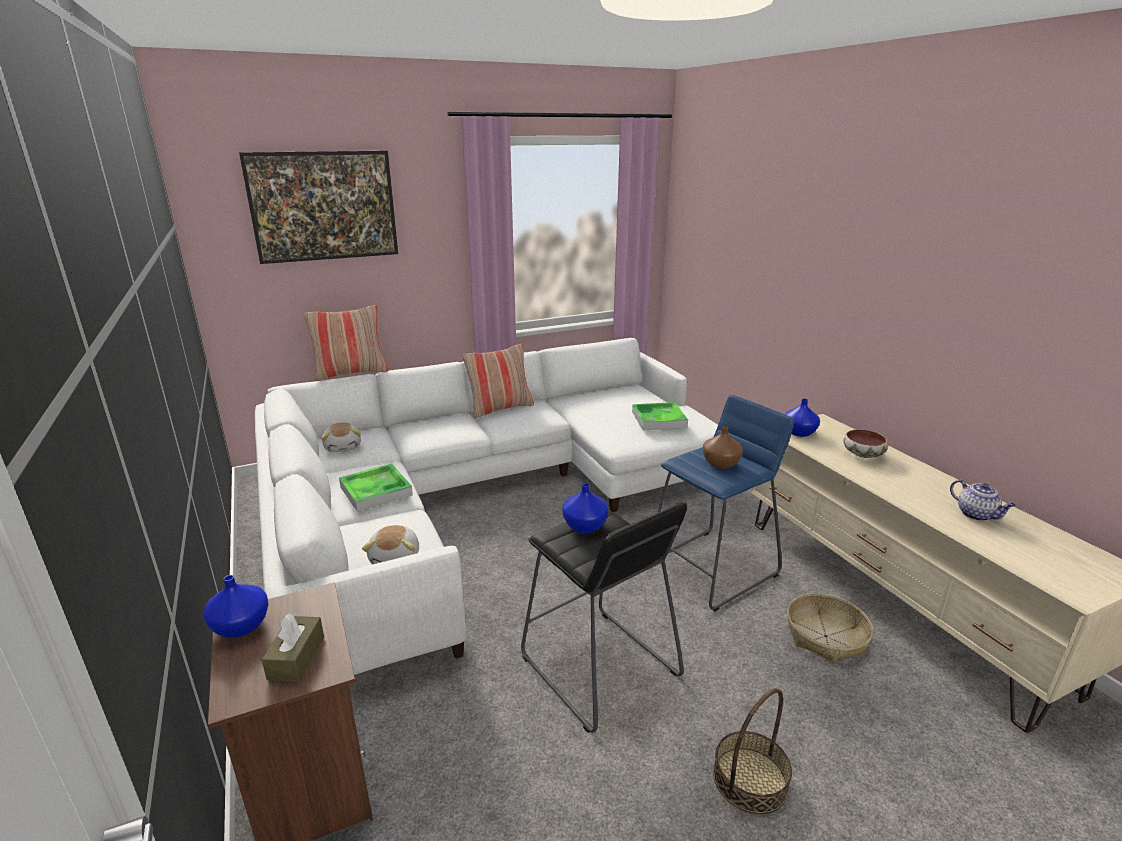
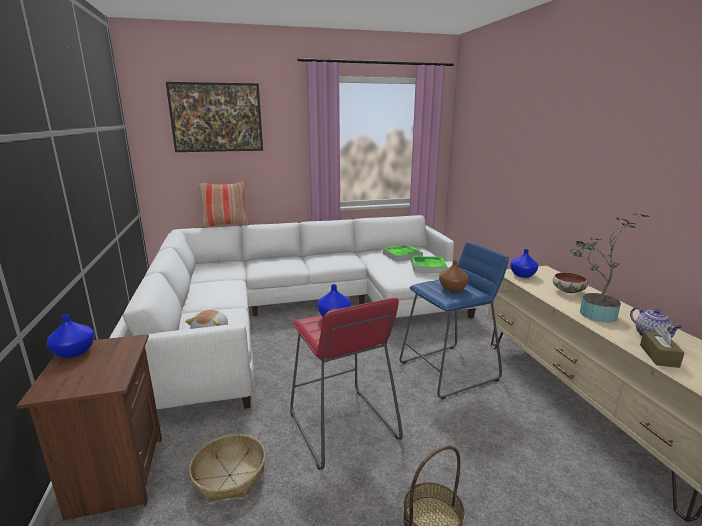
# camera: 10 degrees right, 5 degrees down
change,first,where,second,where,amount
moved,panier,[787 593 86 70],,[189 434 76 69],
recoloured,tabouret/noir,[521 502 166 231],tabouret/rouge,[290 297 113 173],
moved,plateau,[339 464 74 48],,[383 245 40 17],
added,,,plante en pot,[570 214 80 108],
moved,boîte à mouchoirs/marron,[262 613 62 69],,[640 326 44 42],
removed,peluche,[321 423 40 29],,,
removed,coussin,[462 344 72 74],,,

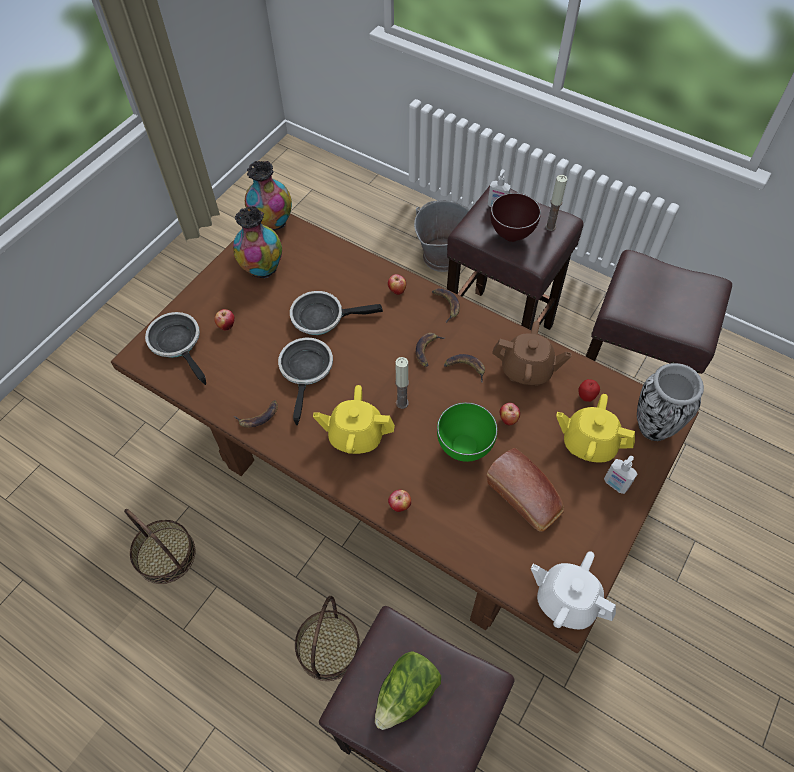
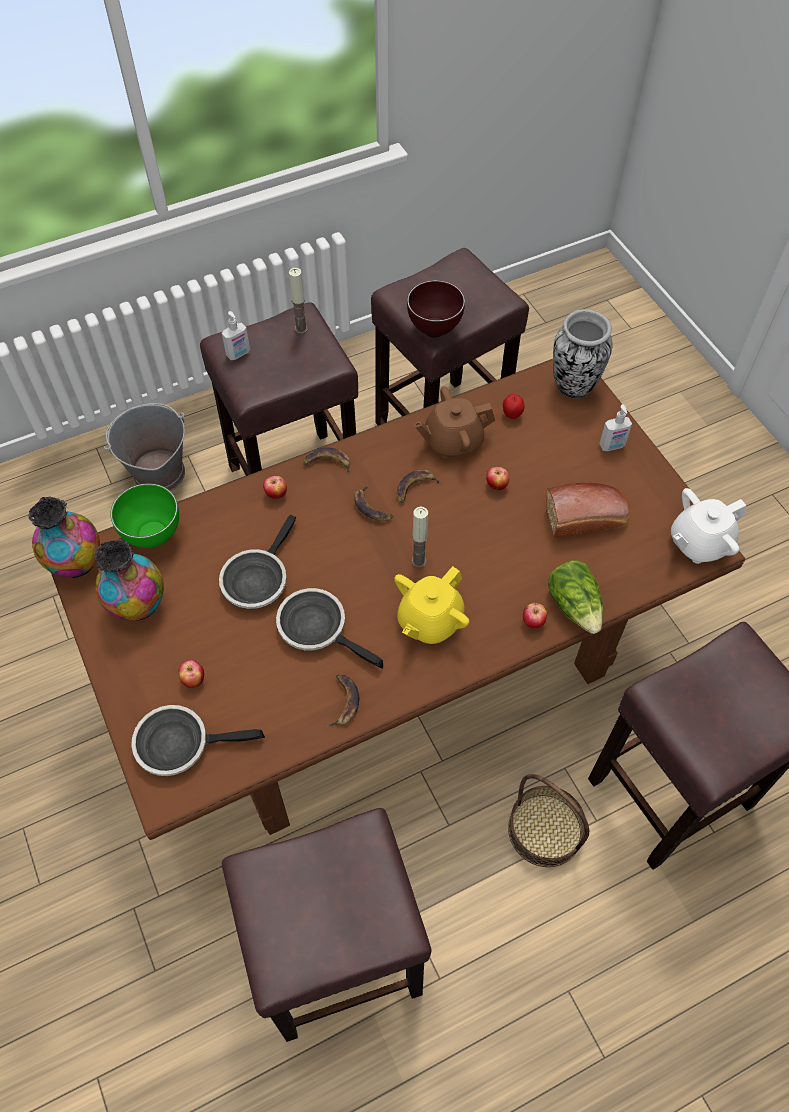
# camera: 60 degrees left, 0 degrees up
change,first,where,second,where,amount
moved,bol/vert,[437 402 61 60],,[110 483 69 65],
replaced,panier,[124 509 71 75],tabouret/marron,[222 808 210 234],
moved,bol/marron,[490 193 51 49],,[407 280 58 58],
turned,théière/marron,[492 321 80 65],,[414 386 81 72],150 degrees counterclockwise
moved,laitue,[375 651 66 79],,[548 560 55 74],
removed,théière/jaune,[556 394 79 68],,,

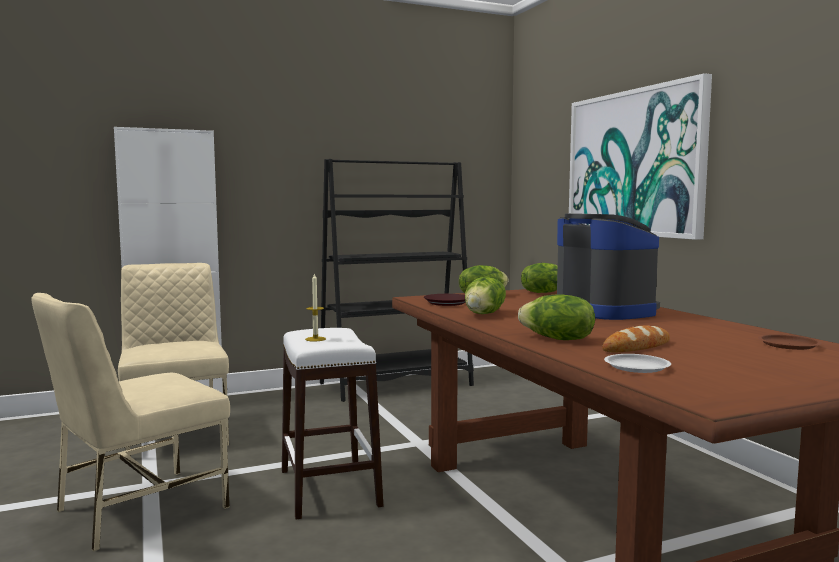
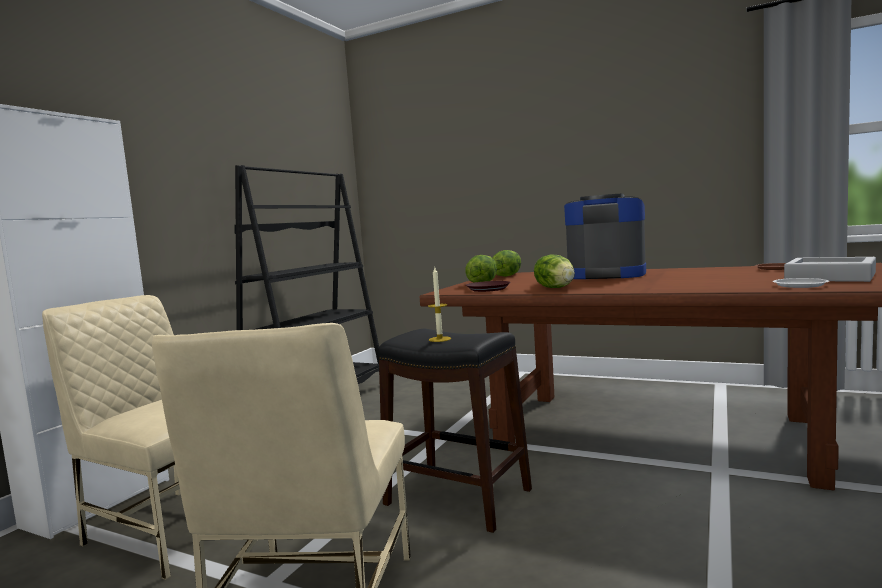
# camera: 40 degrees left, 0 degrees up
change,first,where,second,where,amount
recoloured,tabouret/blanc,[282 328 101 192],tabouret/noir,[379 329 153 204],
added,,,plateau/gris,[784 257 92 25],
removed,laitue,[518 294 77 46],,,
removed,tableau,[569 73 143 167],,,
removed,pain,[602 326 68 26],,,

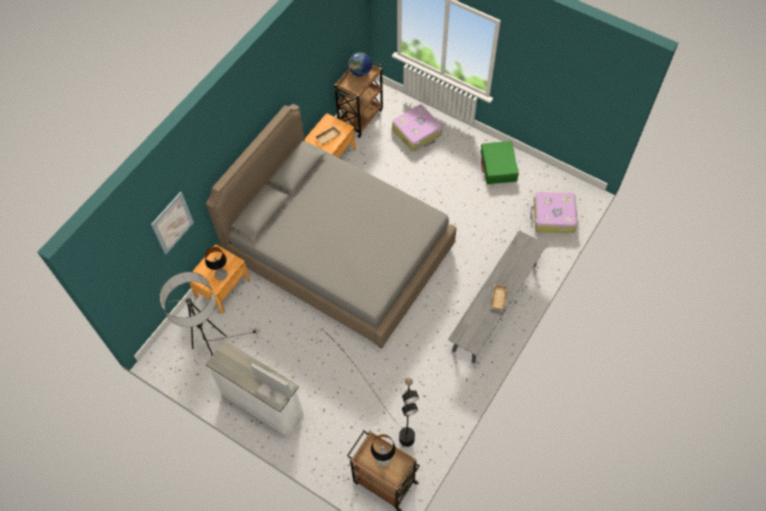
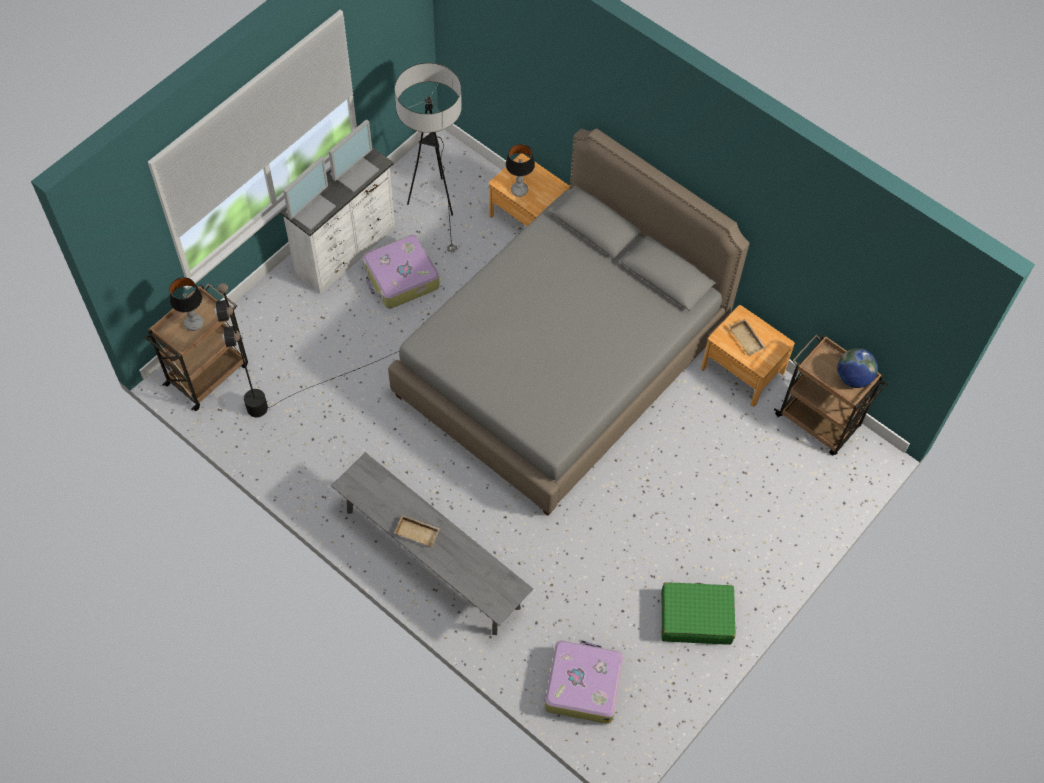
# camera: 95 degrees right, 0 degrees up
change,first,where,second,where,amount
added,,,écran d'ordinateur,[328 119 51 73],
moved,valise,[392 105 50 46],,[363 235 77 74],
removed,tableau,[151 191 43 63],,,

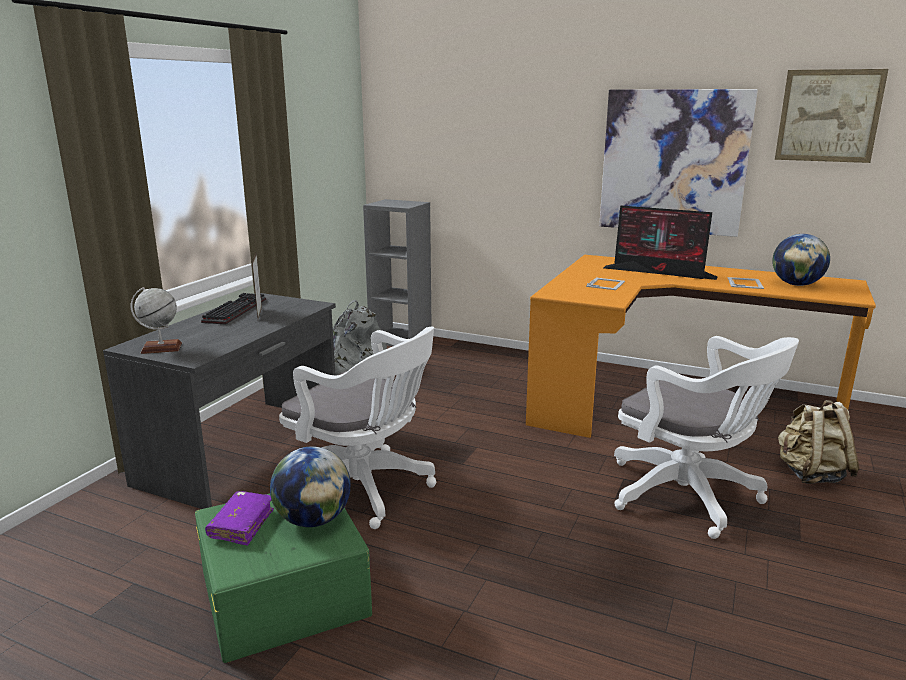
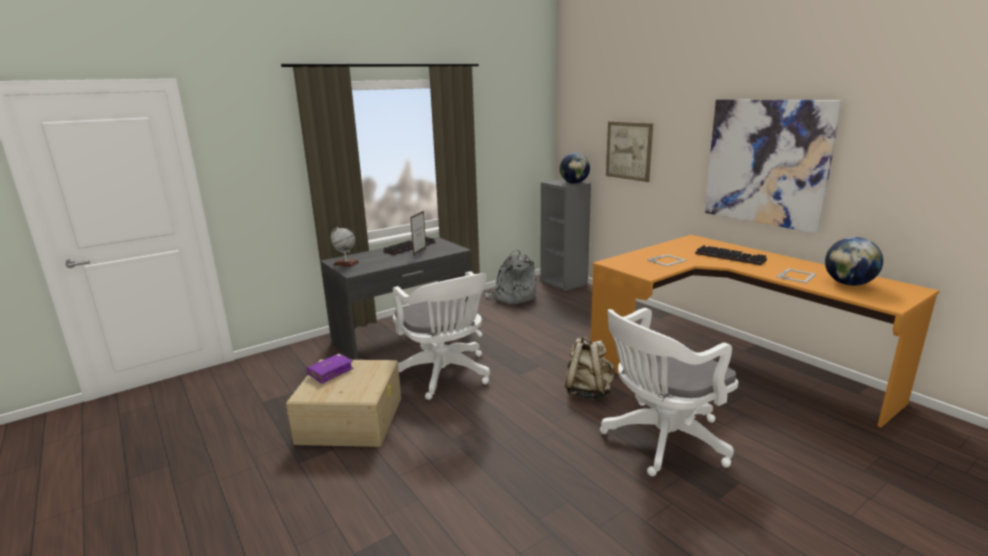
# camera: 30 degrees right, 0 degrees up
change,first,where,second,where,amount
recoloured,boîte de rangement/vert,[195 493 177 170],boîte de rangement/beige,[286 359 115 88],
moved,globe,[270 446 81 81],,[560 153 30 31],
moved,sac à dos/beige,[778 400 82 84],,[565 336 50 63],
turned,chaise de bureau/blanc,[614 336 185 203],,[600 308 138 168],75 degrees clockwise
moved,tableau,[775 69 113 94],,[606 121 47 61],
replaced,écran d'ordinateur,[604 206 113 74],clavier,[695 245 72 20],

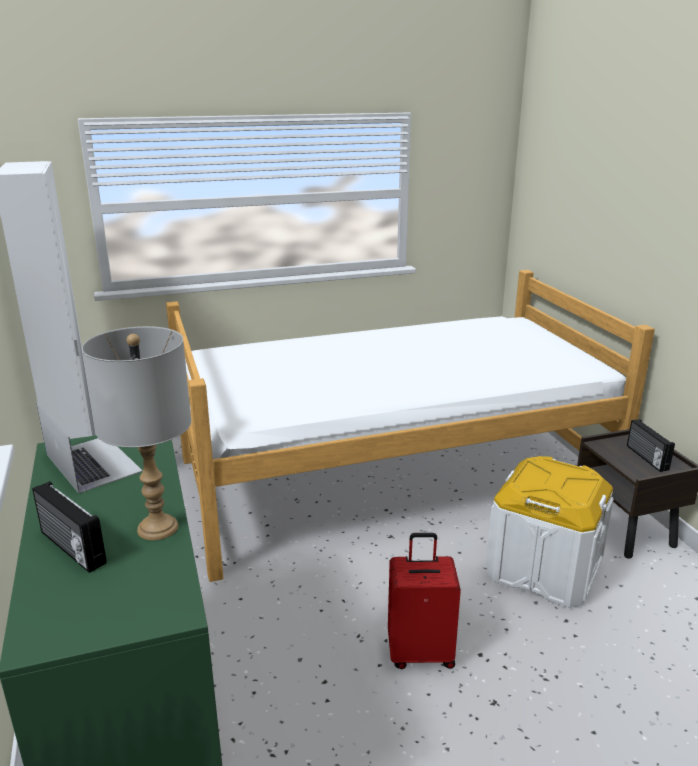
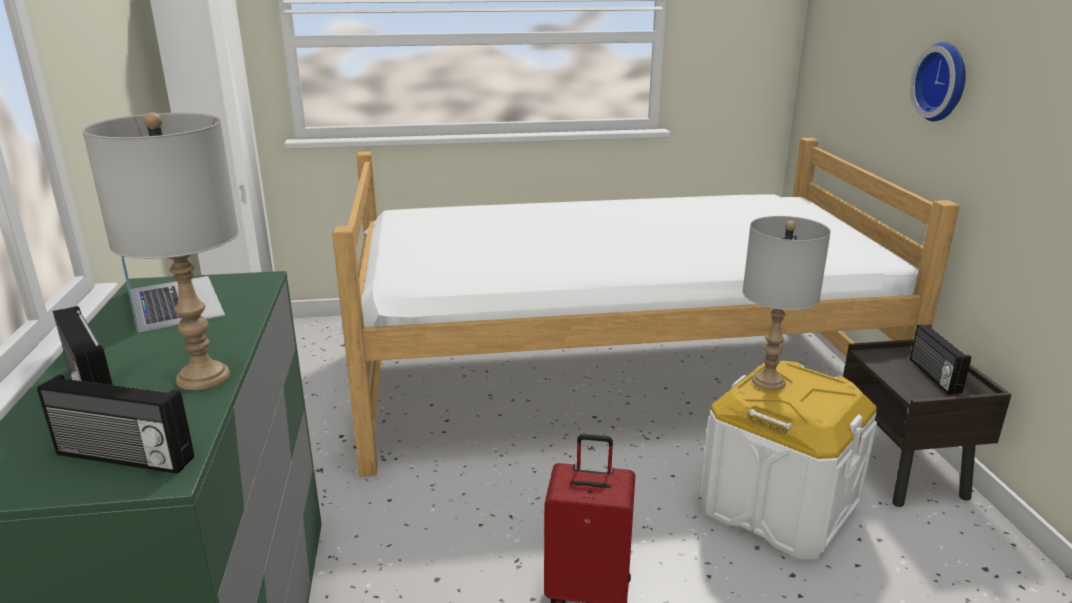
# camera: 10 degrees right, 0 degrees up
change,first,where,second,where,amount
added,,,radio,[37 374 157 100],
added,,,lampe de table/gris,[743 216 88 174],
added,,,horloge murale,[910 42 56 79],

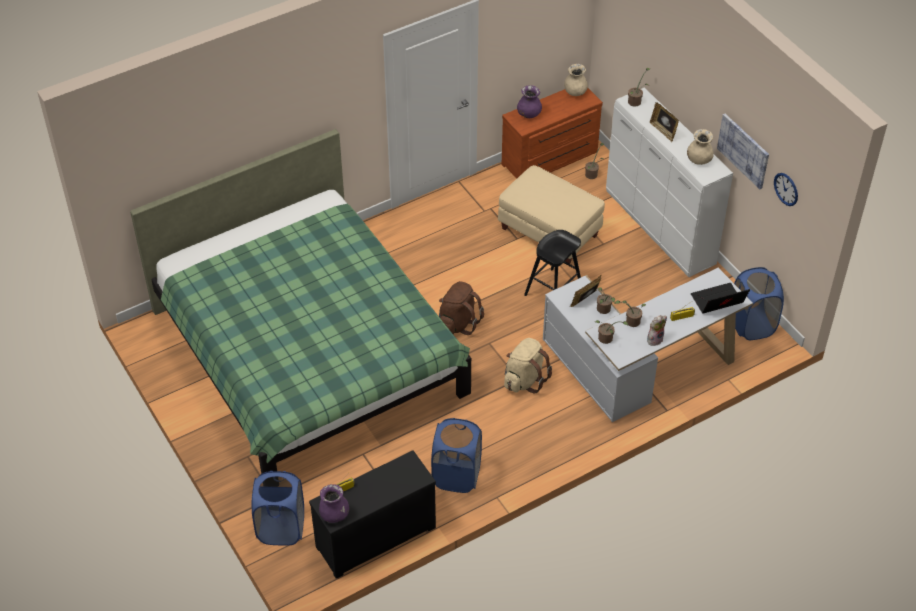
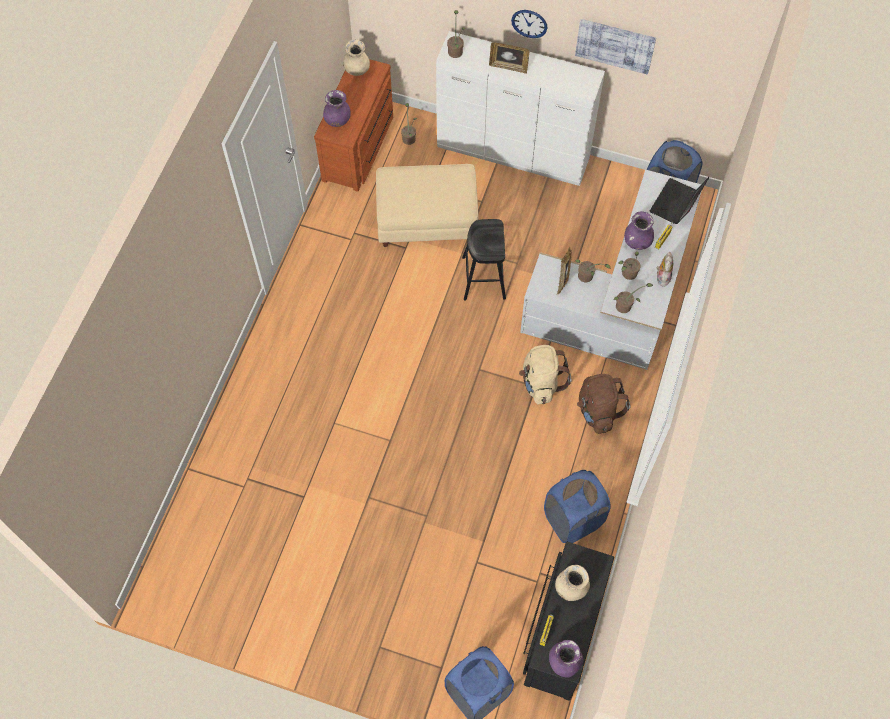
# camera: 40 degrees left, 15 degrees up
change,first,where,second,where,amount
moved,horloge murale,[774 173 24 33],,[511 10 36 28],
moved,vase/beige,[687 129 27 36],,[555 565 35 36],
moved,sac à dos/marron,[439 281 45 54],,[577 374 53 60],
added,,,vase/violet,[624 211 30 39],
removed,lit/vert,[130 129 341 345],,,

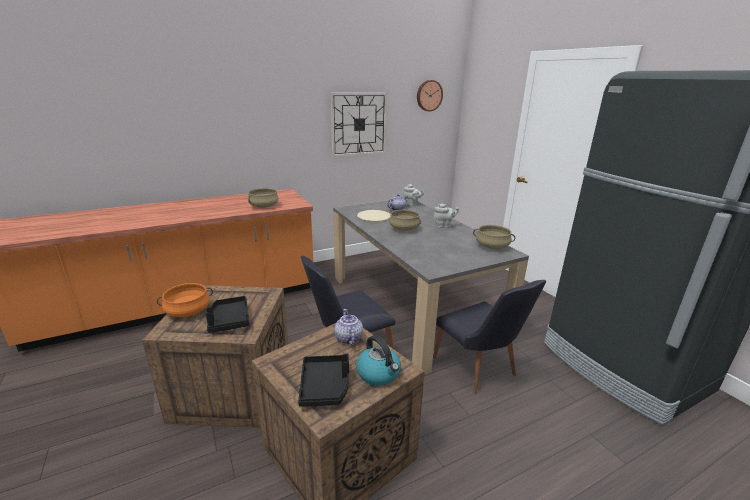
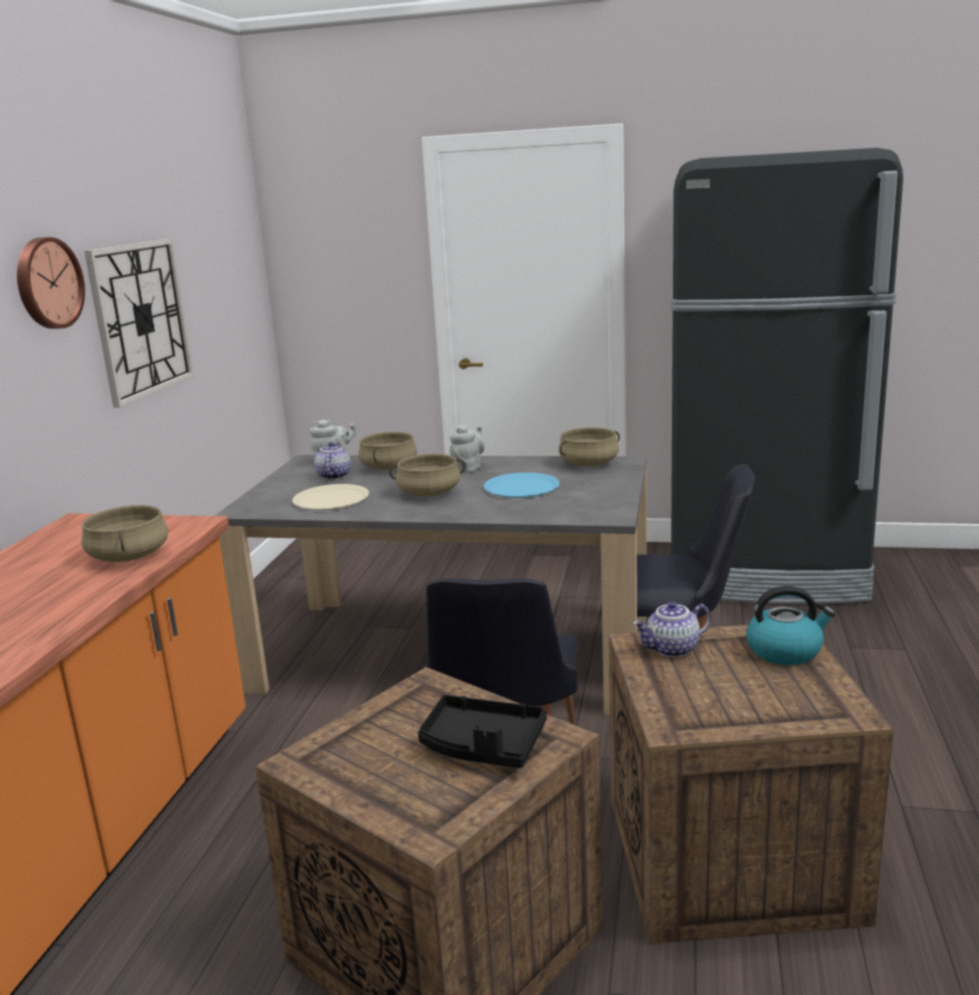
# camera: 50 degrees left, 5 degrees down
change,first,where,second,where,amount
moved,horloge murale,[417 80 26 31],,[17 237 68 92],
added,,,marmite/beige,[358 432 59 38],
added,,,assiette/bleu,[484 472 76 26],
turned,théière,[335 309 28 36],,[633 602 78 56],45 degrees counterclockwise
removed,marmite/orange,[157 283 56 34],,,
removed,plateau/noir,[298 354 51 53],,,

